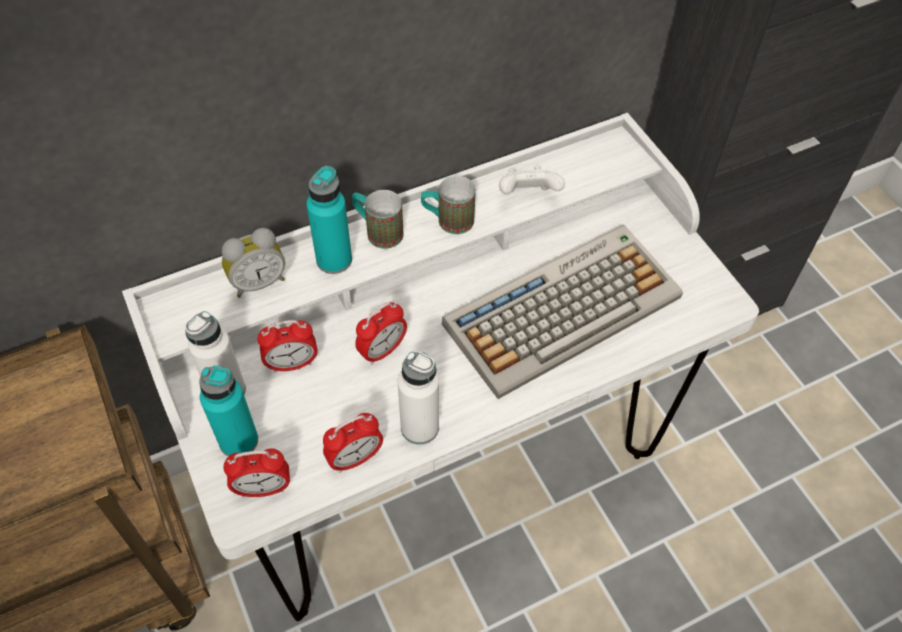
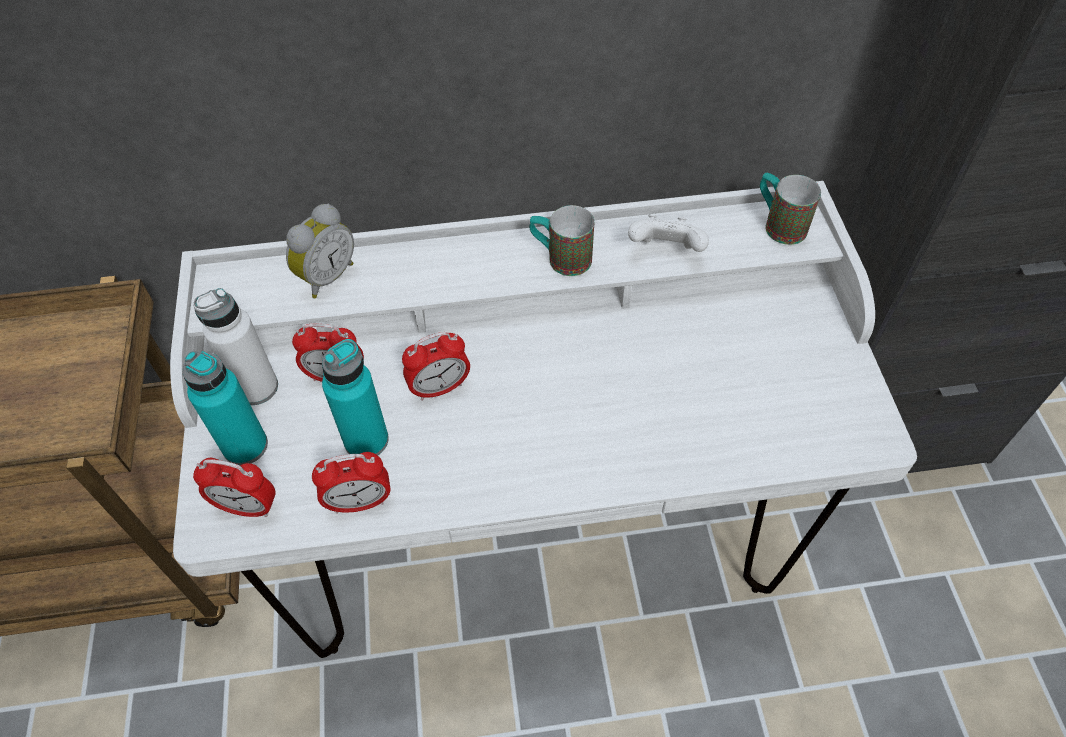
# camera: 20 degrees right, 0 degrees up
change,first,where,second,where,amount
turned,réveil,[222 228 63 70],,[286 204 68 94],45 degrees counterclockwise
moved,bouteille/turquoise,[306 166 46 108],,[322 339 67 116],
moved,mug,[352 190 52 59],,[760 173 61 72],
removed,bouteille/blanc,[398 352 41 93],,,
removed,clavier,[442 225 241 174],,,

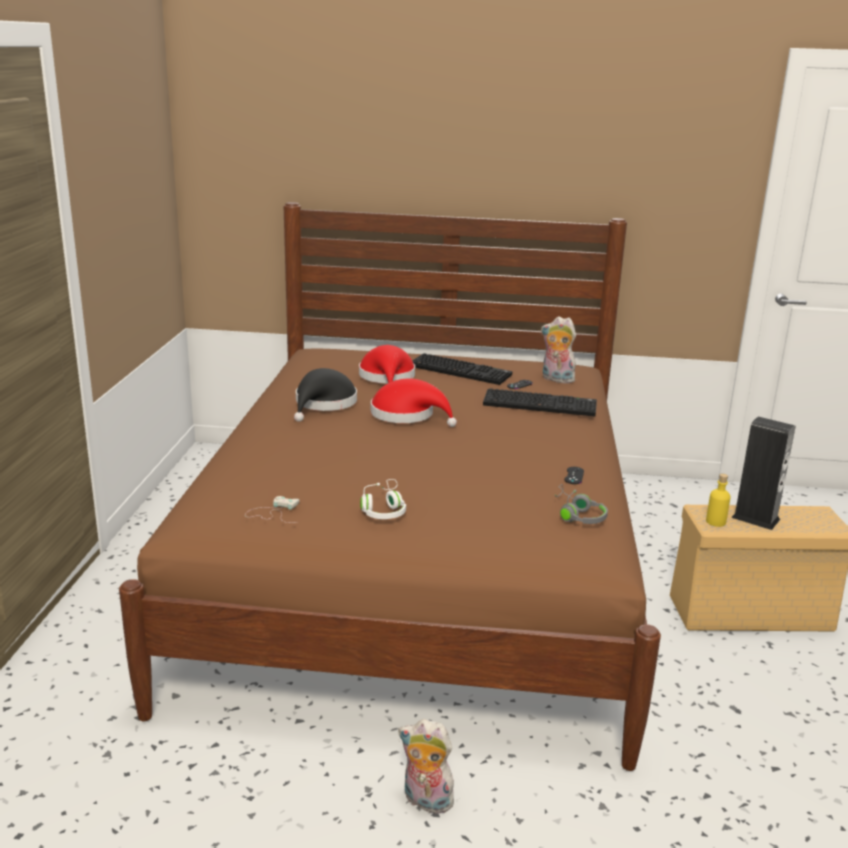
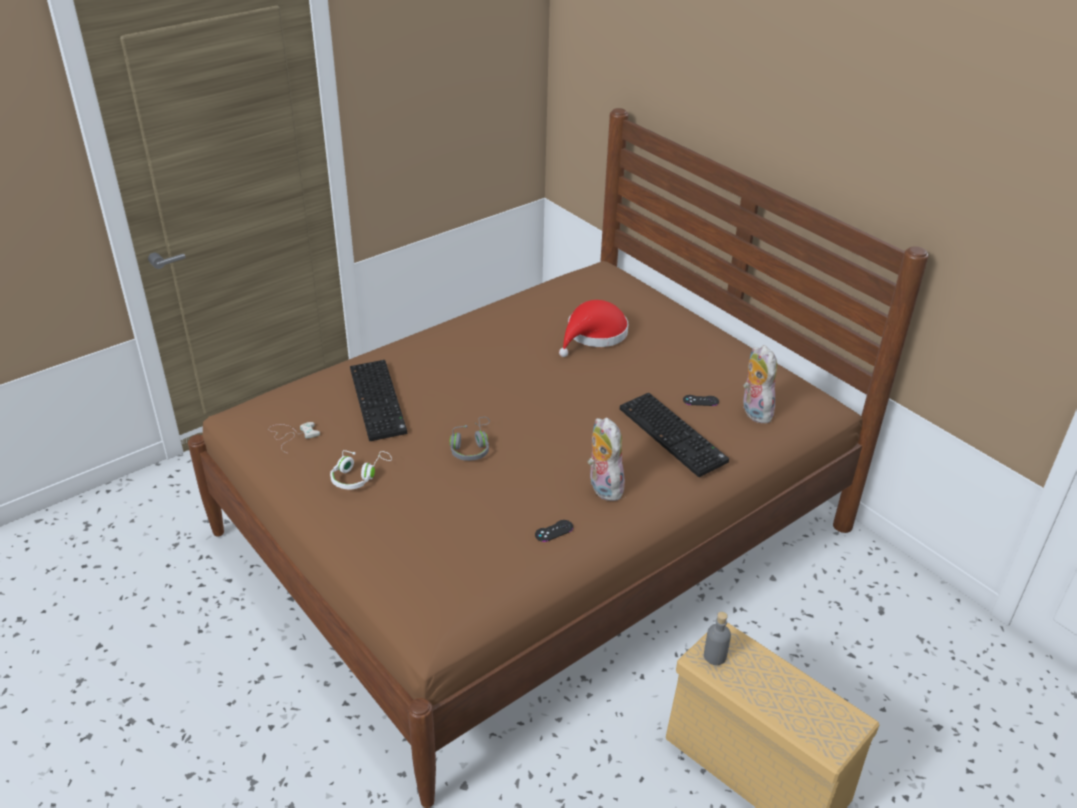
# camera: 45 degrees right, 15 degrees up
change,first,where,second,where,amount
moved,clavier,[412 353 100 32],,[350 360 57 81],
moved,casque audio/gris,[554 484 54 40],,[450 417 40 44],
moved,peluche,[398 719 56 97],,[588 417 37 84],
recoloured,bouteille/jaune,[706 474 25 53],bouteille/gris,[704 612 27 53],
removed,chapeau/noir,[294 368 63 54],,,
removed,chapeau/rouge,[371 378 86 49],,,
removed,enceinte,[731 417 64 113],,,

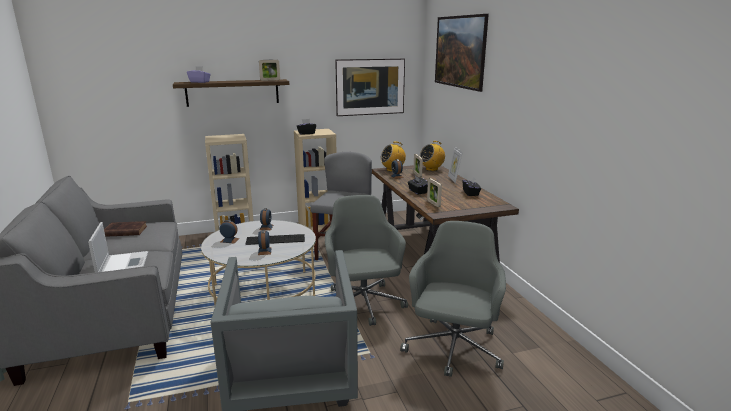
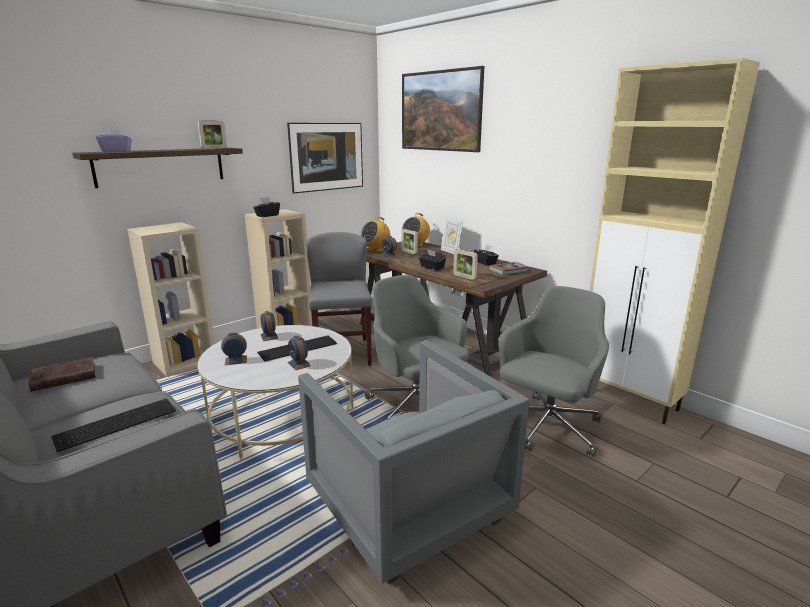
# camera: 25 degrees left, 0 degrees up
change,first,where,second,where,amount
replaced,ordinateur portable,[88 222 60 51],clavier,[51 398 125 54],
added,,,livre,[488 262 41 14],
turned,chaise de bureau/gris,[400 221 106 156],,[499 286 110 171],45 degrees clockwise
added,,,meuble de rangement/beige,[590 58 170 366],

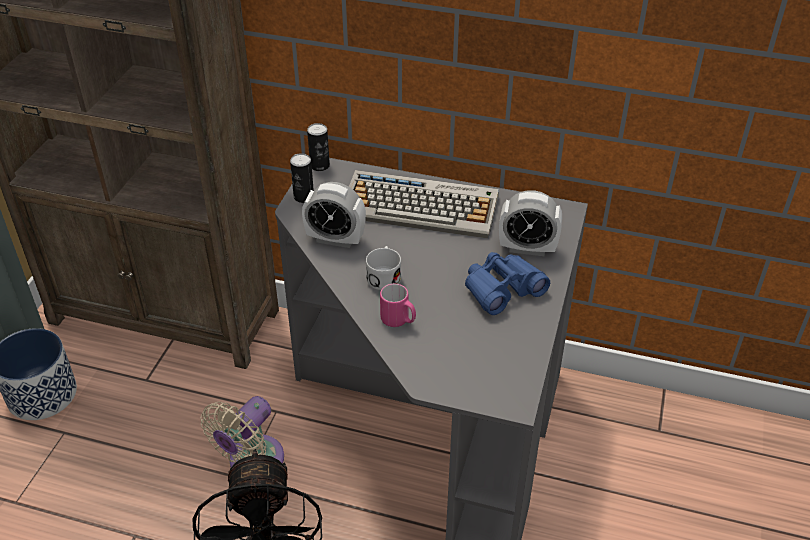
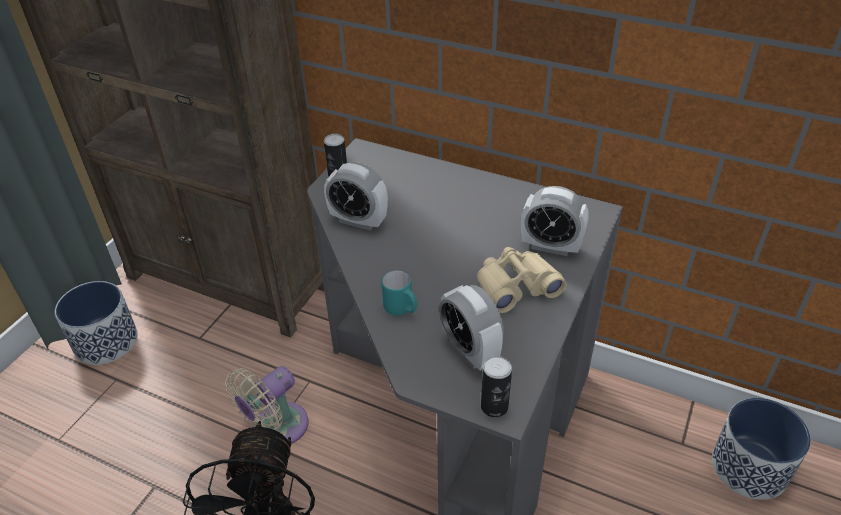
# camera: 10 degrees right, 0 degrees up
change,first,where,second,where,amount
recoloured,mug/rose,[380 284 36 43],mug/turquoise,[381 270 36 46],
added,,,réveil,[439 285 65 86],
recoloured,jumelles/bleu,[465 252 85 63],jumelles/beige,[477 247 89 66],
moved,boîte métallique,[307 123 23 48],,[481 356 31 61],
added,,,cache-pot,[712 398 99 102],
removed,clavier,[349 170 150 69],,,
removed,mug/blanc,[366 246 35 44],,,

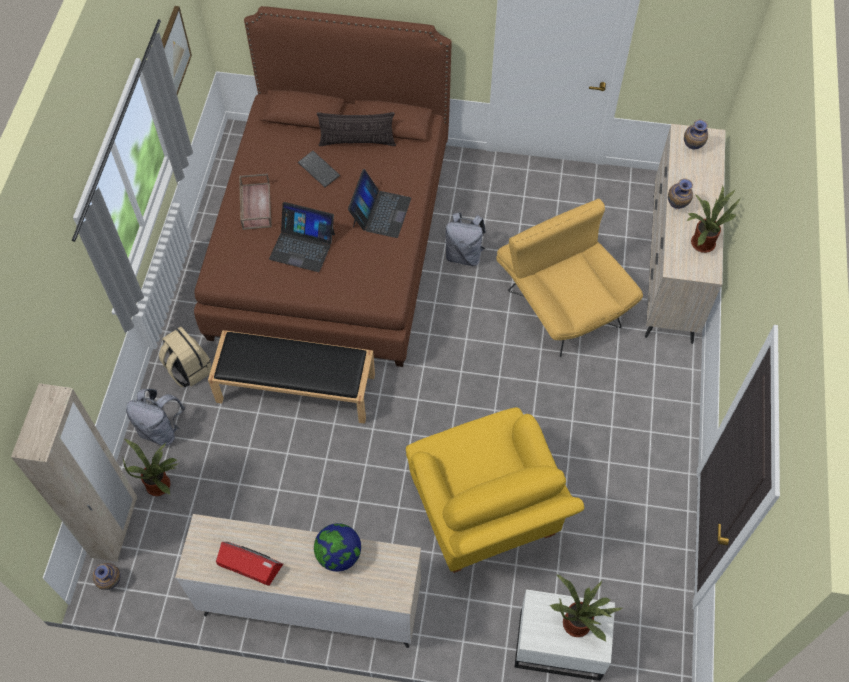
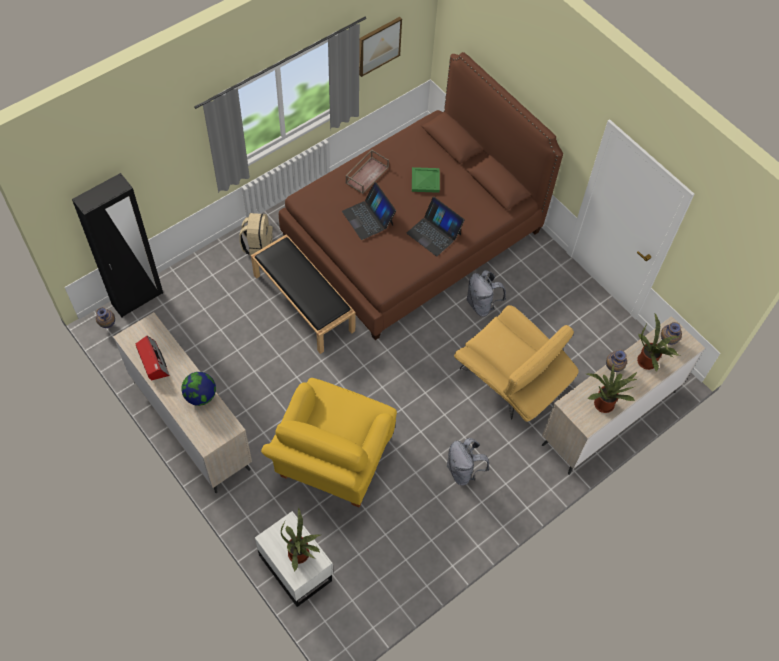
# camera: 40 degrees right, 0 degrees up
change,first,where,second,where,amount
recoloured,armoire/beige,[11 383 126 179],armoire/noir,[72 173 91 144],
turned,ordinateur portable,[348 169 63 69],,[407 197 58 59],75 degrees clockwise
replaced,clavier,[298 151 42 36],plateau/vert,[412 167 28 26],
moved,sac à dos/gris,[126 389 59 57],,[447 438 42 48],
turned,fauteuil/jaune,[496 199 147 158],,[454 305 124 117],120 degrees clockwise
moved,plante en pot,[122 439 57 57],,[637 314 43 58],
removed,coussin,[317 112 79 34],,,

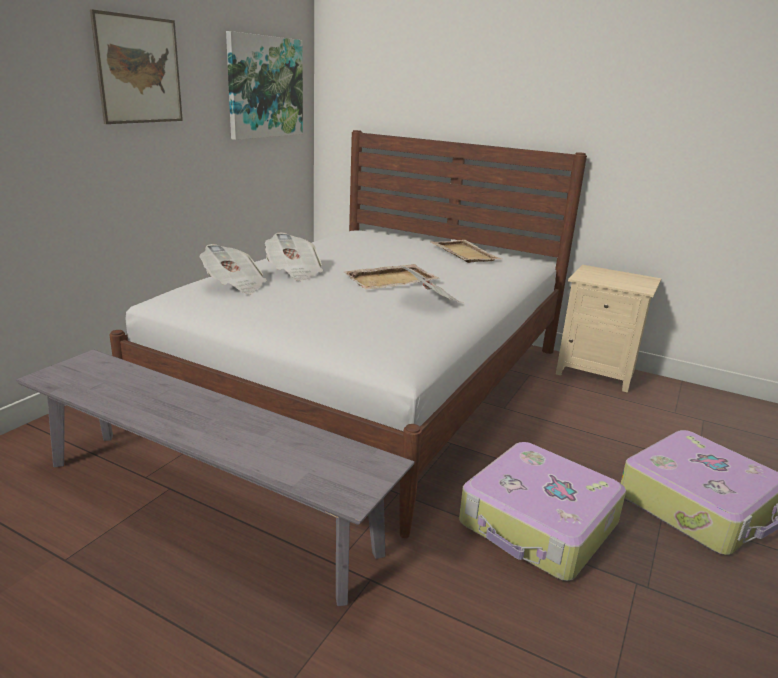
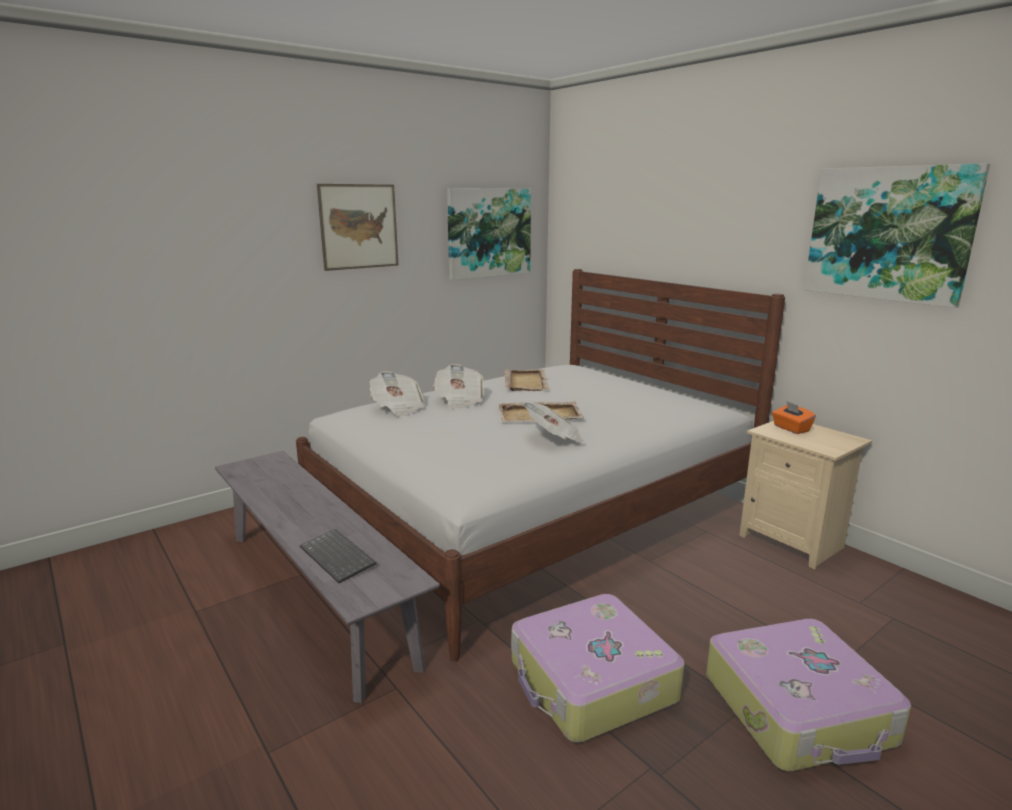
# camera: 25 degrees right, 5 degrees down
change,first,where,second,where,amount
added,,,clavier,[300 529 77 54],
moved,plateau/beige,[431 240 71 23],,[504 369 47 22],
added,,,boîte à mouchoirs/orange,[772 401 44 33],
added,,,tableau,[804 163 186 145],

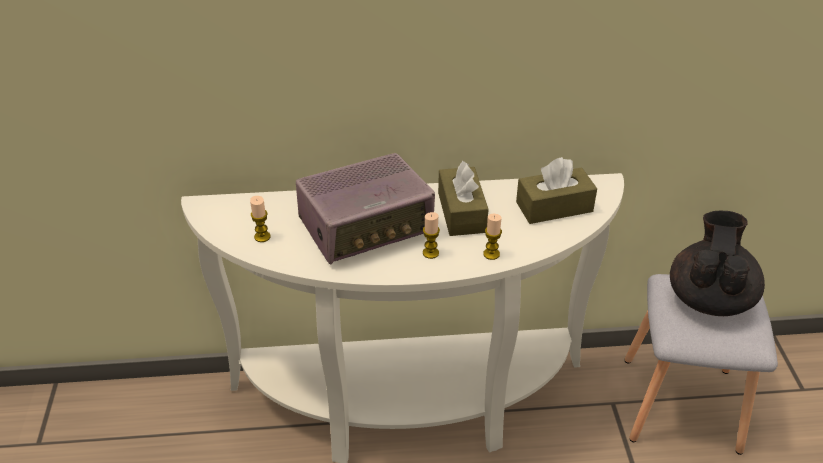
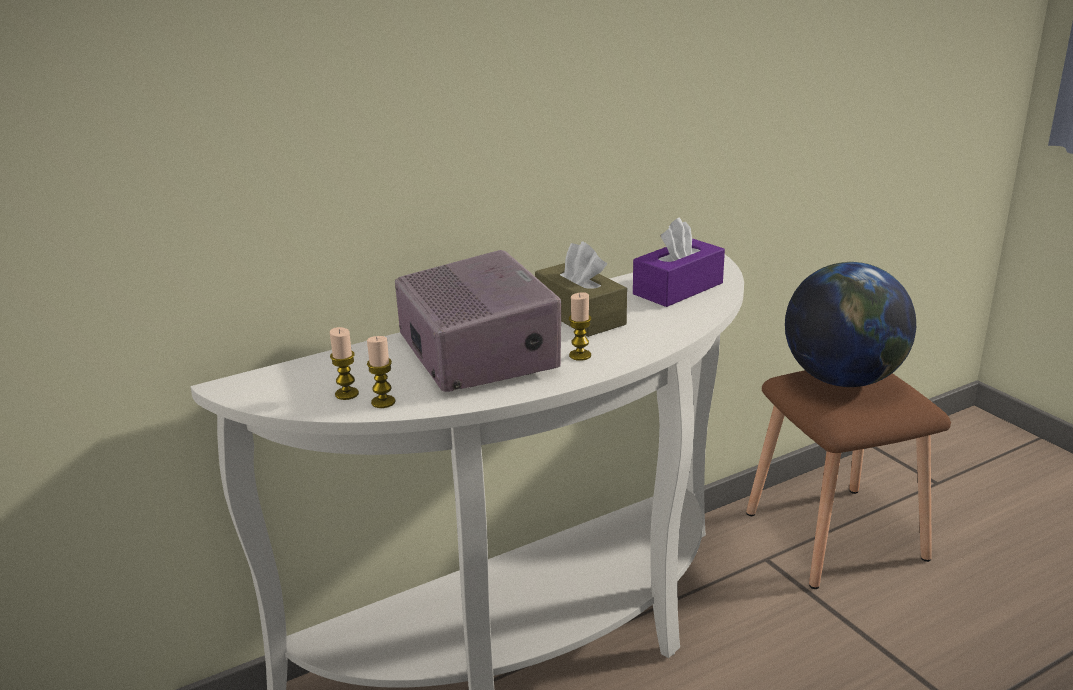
# camera: 25 degrees left, 15 degrees down
change,first,where,second,where,amount
moved,bougie,[483 214 19 46],,[367 336 28 72],
turned,radio,[296 153 139 112],,[395 250 166 142],60 degrees counterclockwise
recoloured,boîte à mouchoirs/marron,[516 157 81 67],boîte à mouchoirs/violet,[633 217 92 90],
recoloured,tabouret/gris,[625 274 153 181],tabouret/marron,[746 370 205 219],
replaced,théière/noir,[670 211 95 105],globe,[785 262 131 125],

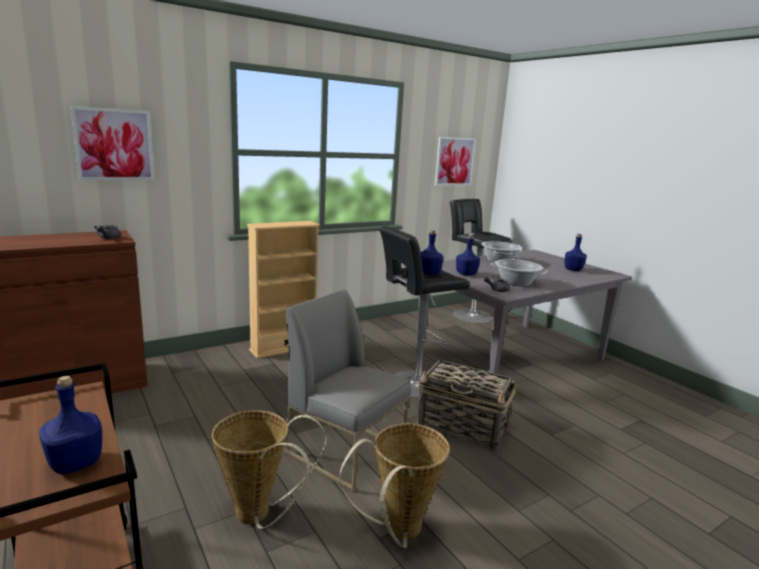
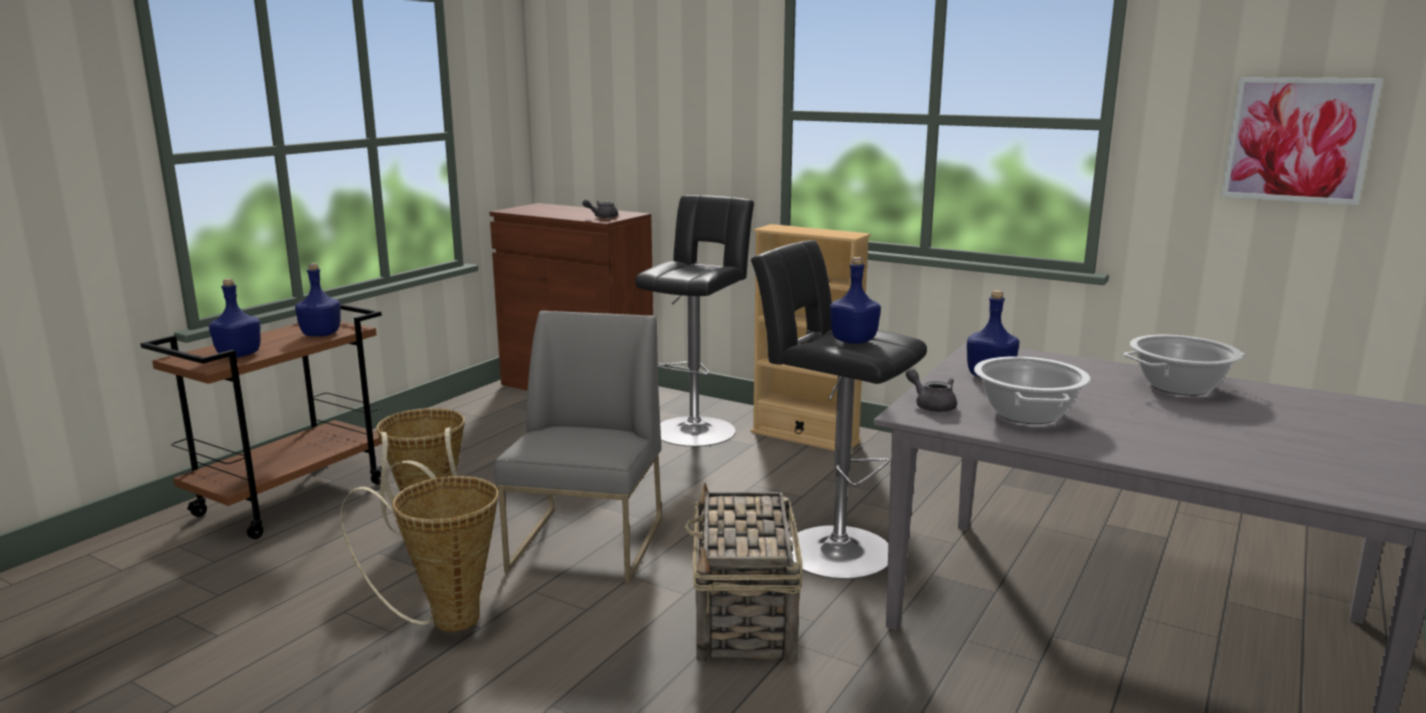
# camera: 65 degrees right, 0 degrees up
change,first,where,second,where,amount
moved,bouteille/bleu,[565 234 22 37],,[295 263 46 74],
moved,tabouret/noir,[450 199 62 124],,[635 195 119 252],
removed,tableau,[70 106 85 74],,,

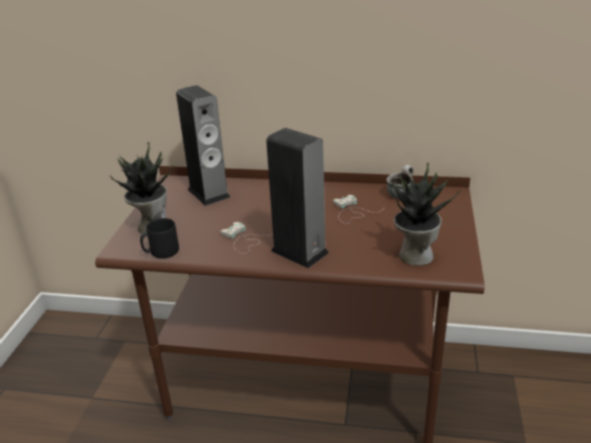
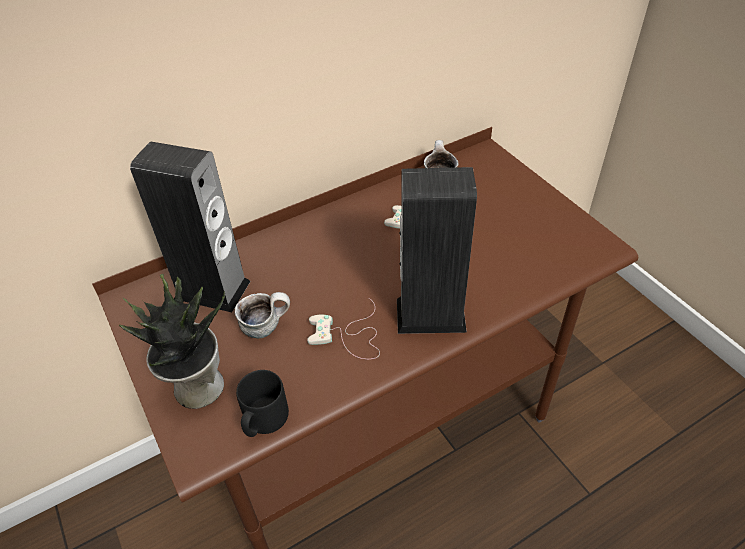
# camera: 40 degrees left, 15 degrees up
change,first,where,second,where,amount
added,,,mug,[235 292 55 46],
removed,plante en pot,[391 163 69 103],,,

